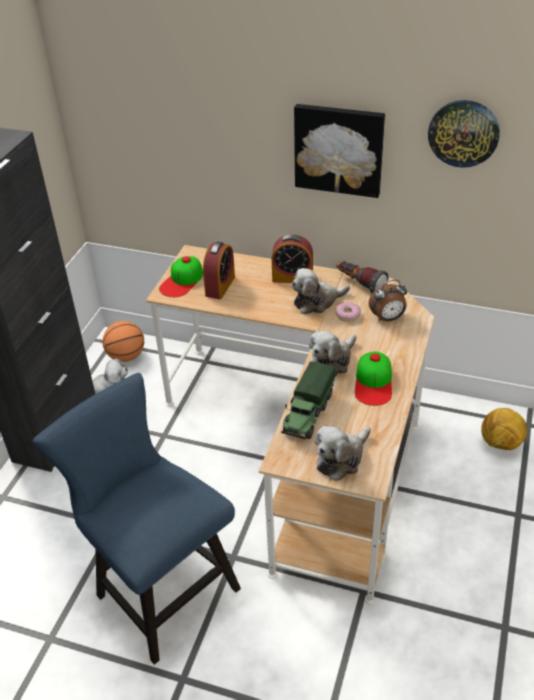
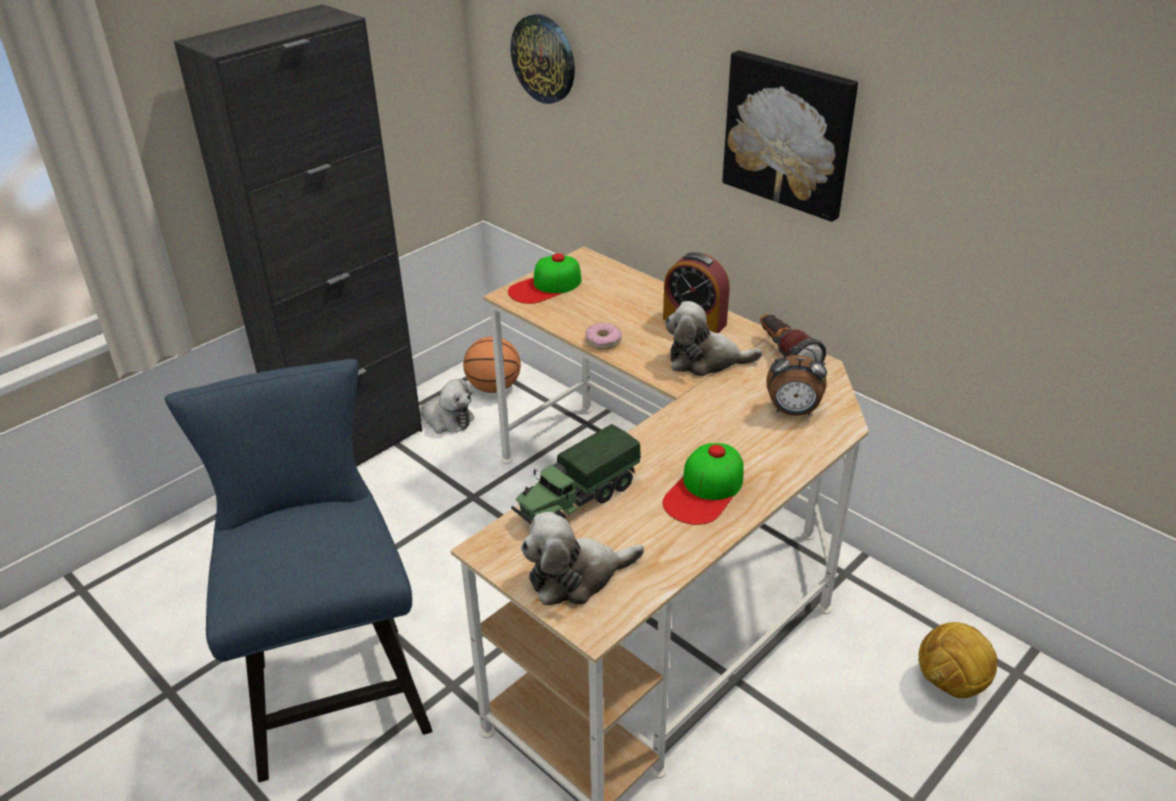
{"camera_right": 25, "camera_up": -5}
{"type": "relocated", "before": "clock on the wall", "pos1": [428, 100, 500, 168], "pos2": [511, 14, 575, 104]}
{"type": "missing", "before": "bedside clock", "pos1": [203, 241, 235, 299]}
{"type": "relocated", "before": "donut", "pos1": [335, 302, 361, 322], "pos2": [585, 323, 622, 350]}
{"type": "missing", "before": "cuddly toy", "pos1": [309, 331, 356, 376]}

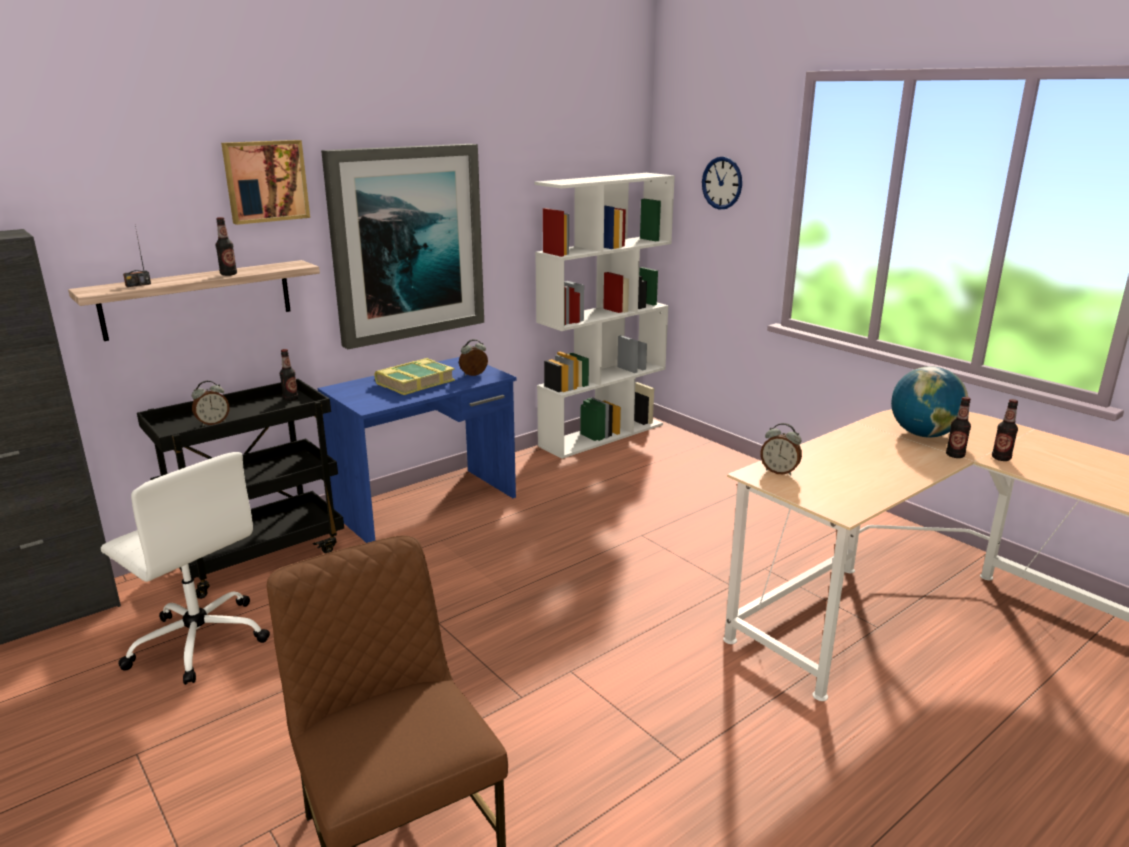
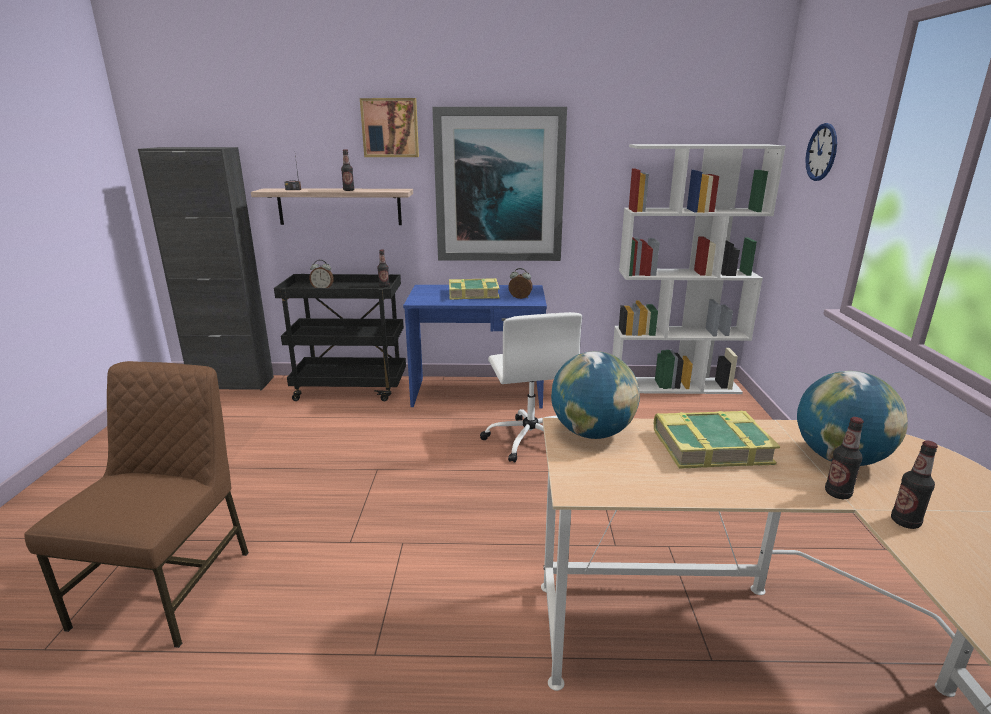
{"camera_right": 40, "camera_up": 0}
{"type": "exchanged", "before": "bedside clock", "after": "world globe", "pos1": [760, 423, 802, 476], "pos2": [551, 351, 640, 439]}
{"type": "relocated", "before": "office chair/whitish", "pos1": [101, 452, 270, 685], "pos2": [480, 312, 582, 463]}
{"type": "appeared", "after": "bound book", "pos2": [654, 411, 780, 469]}

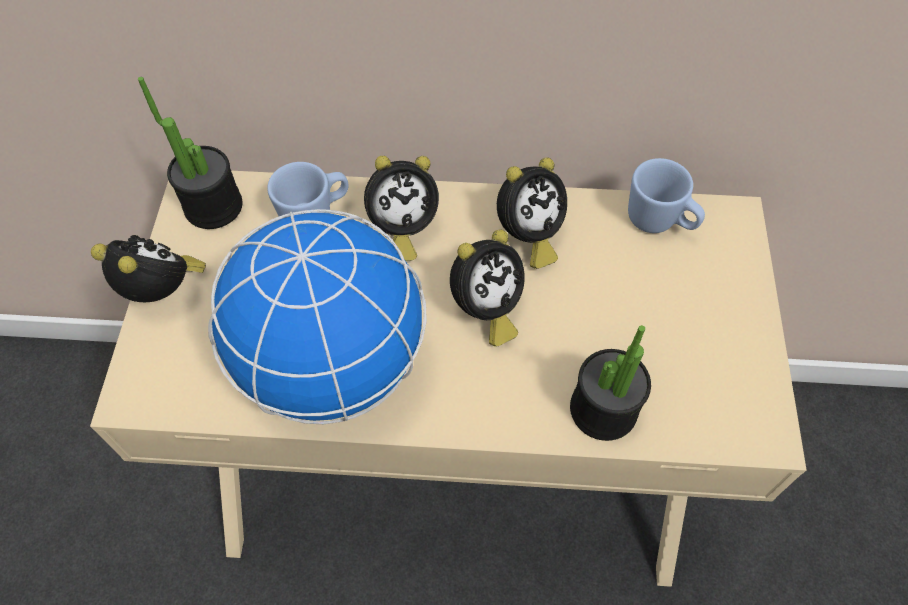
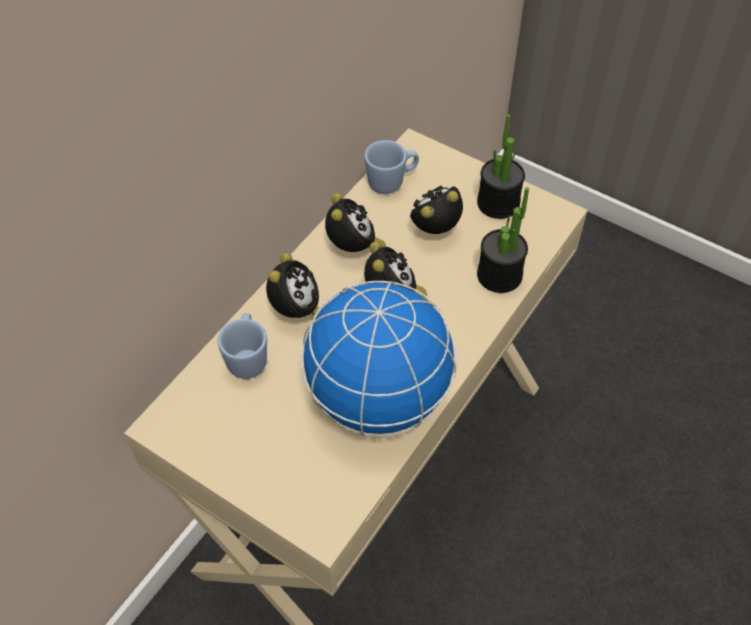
{"camera_right": -60, "camera_up": -5}
{"type": "relocated", "before": "houseplant", "pos1": [138, 77, 243, 229], "pos2": [477, 114, 525, 219]}
{"type": "relocated", "before": "bedside clock", "pos1": [91, 235, 206, 302], "pos2": [410, 186, 463, 234]}

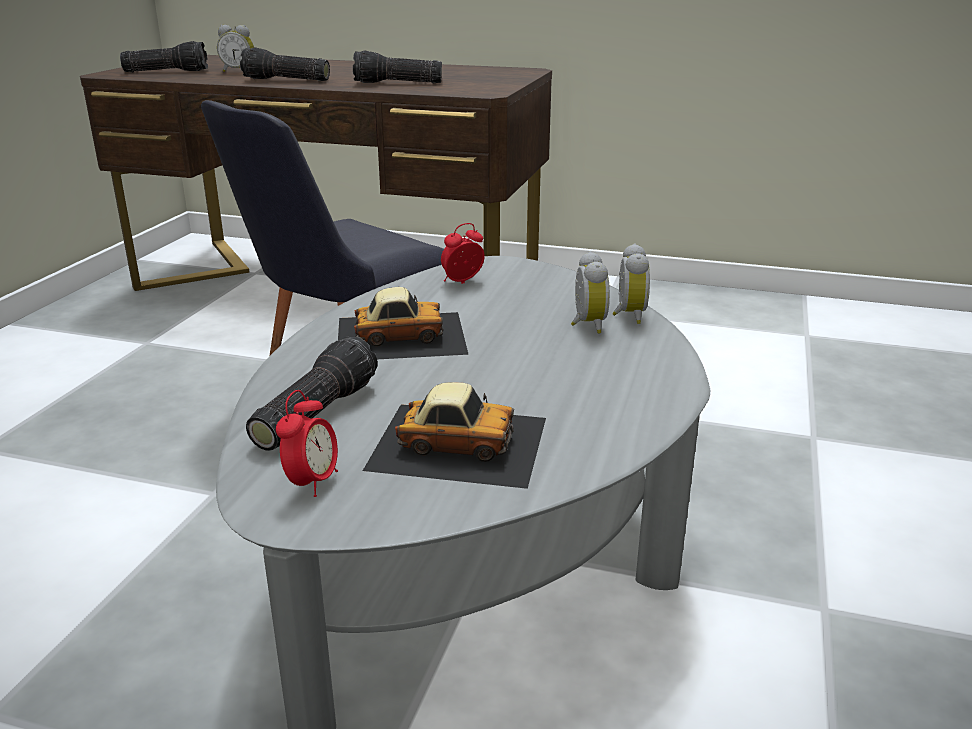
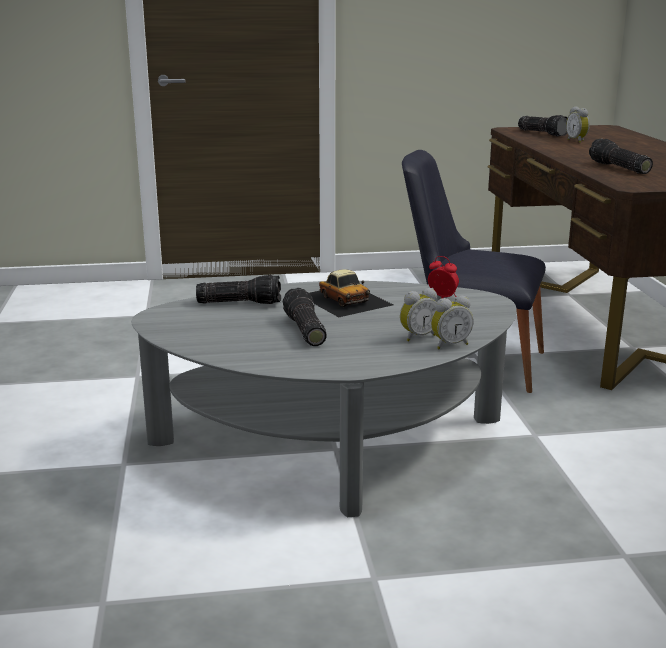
{"camera_right": 65, "camera_up": -5}
{"type": "relocated", "before": "flashlight", "pos1": [240, 47, 330, 81], "pos2": [283, 288, 327, 346]}
{"type": "missing", "before": "miniature car", "pos1": [363, 382, 546, 489]}
{"type": "missing", "before": "bedside clock", "pos1": [276, 390, 338, 497]}

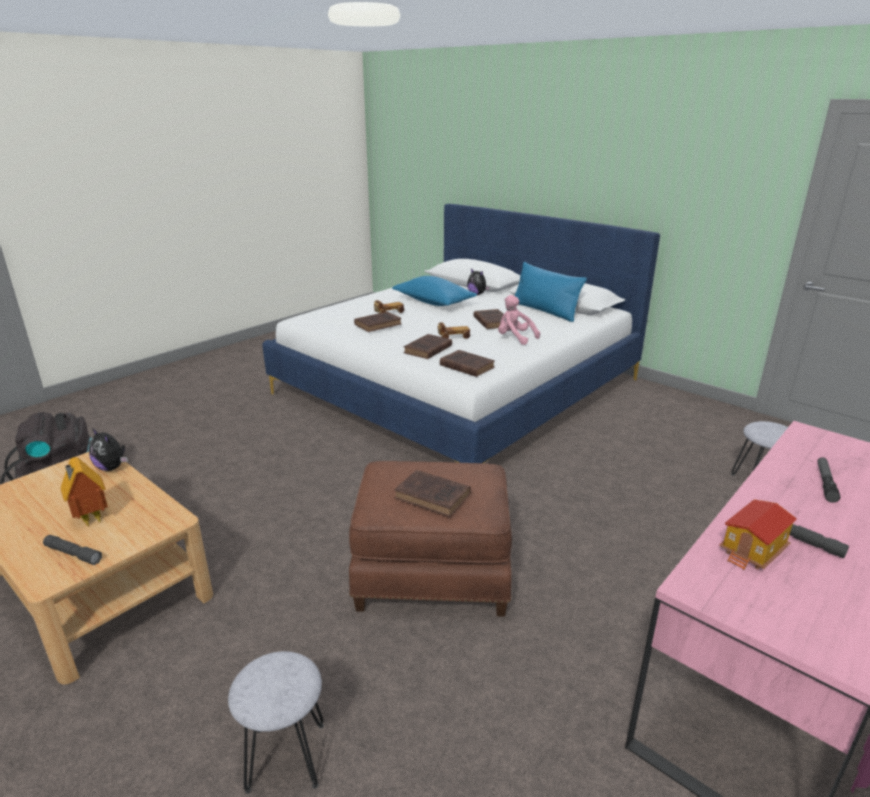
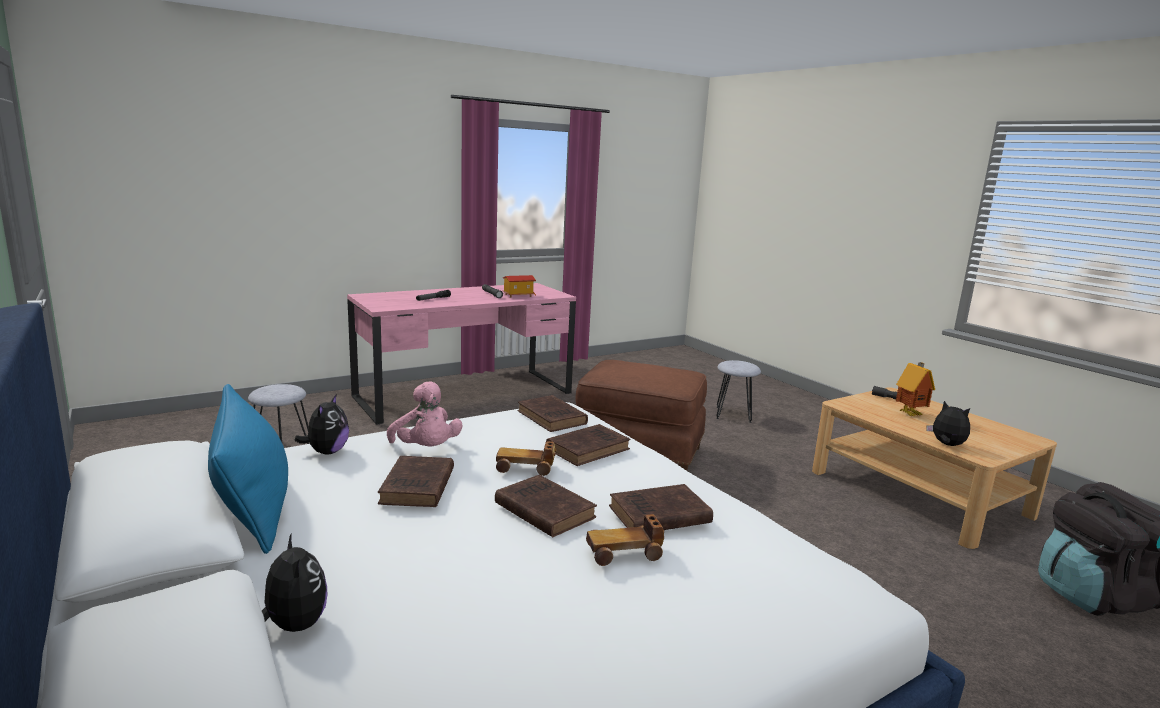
{"camera_right": -165, "camera_up": -10}
{"type": "missing", "before": "cushion/blue", "pos1": [392, 276, 477, 306]}
{"type": "relocated", "before": "bound book/brownish", "pos1": [394, 470, 471, 517], "pos2": [495, 475, 597, 537]}
{"type": "appeared", "after": "cuddly toy", "pos2": [294, 394, 349, 455]}

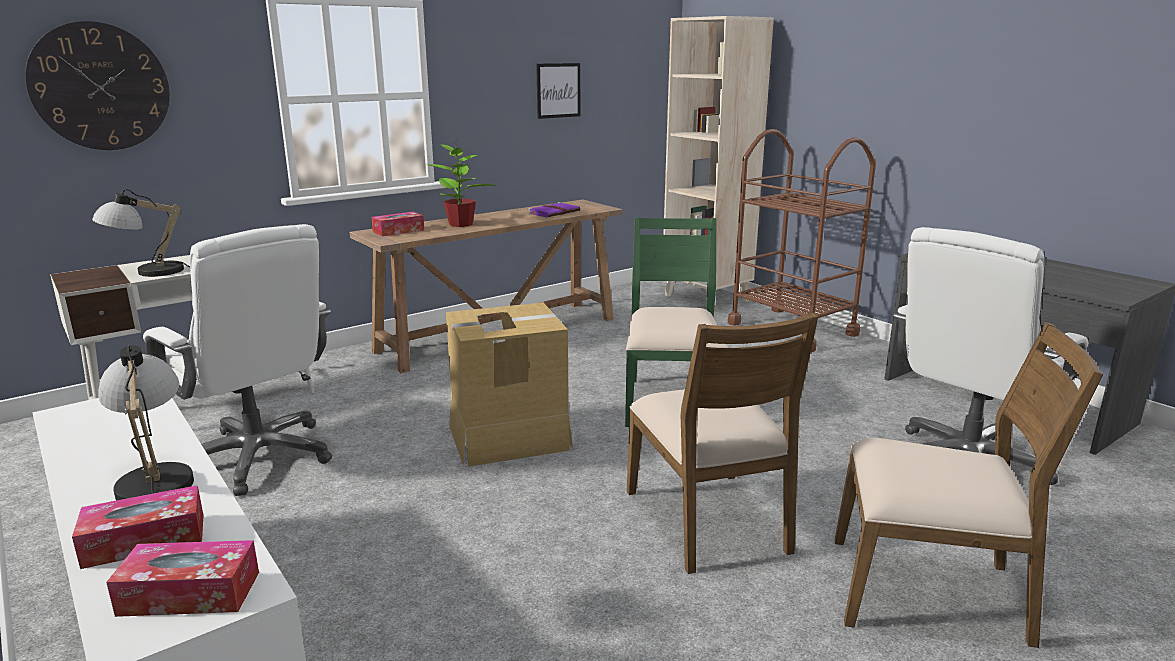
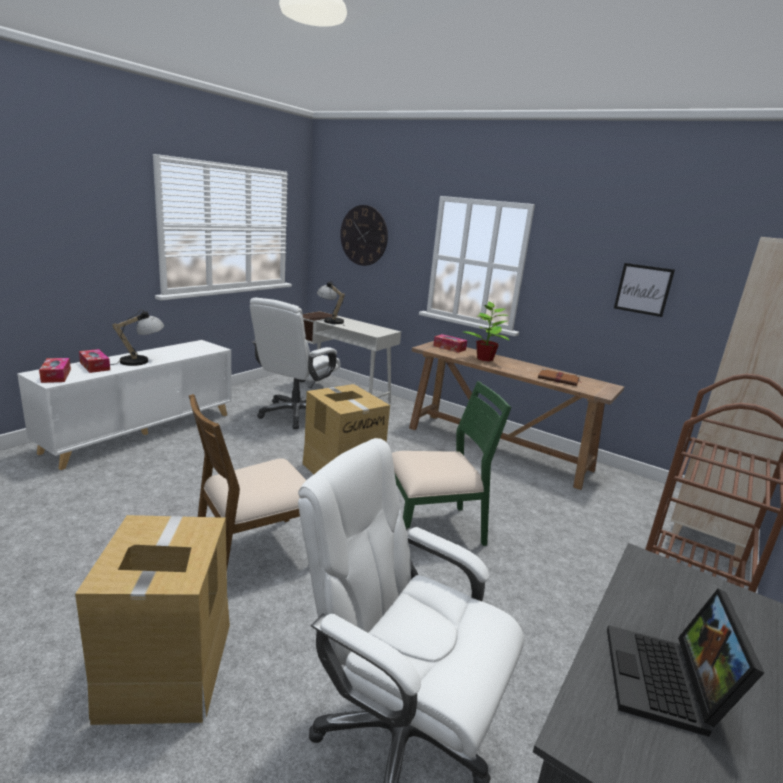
{"camera_right": 70, "camera_up": 0}
{"type": "colour", "before": "bound book/purple-coloured", "after": "bound book/brownish", "pos1": [528, 202, 580, 218], "pos2": [538, 369, 582, 386]}
{"type": "exchanged", "before": "plain chair/brownish", "after": "cardboard box", "pos1": [835, 322, 1103, 648], "pos2": [75, 515, 230, 725]}
{"type": "appeared", "after": "laptop", "pos2": [607, 589, 764, 737]}

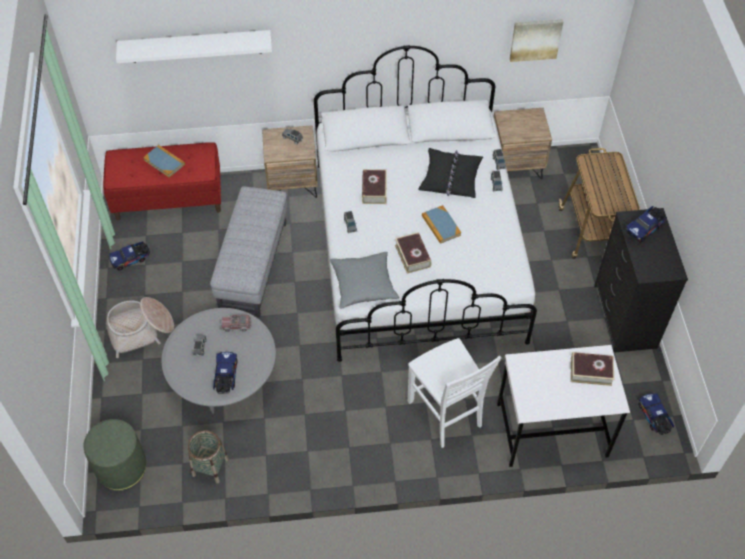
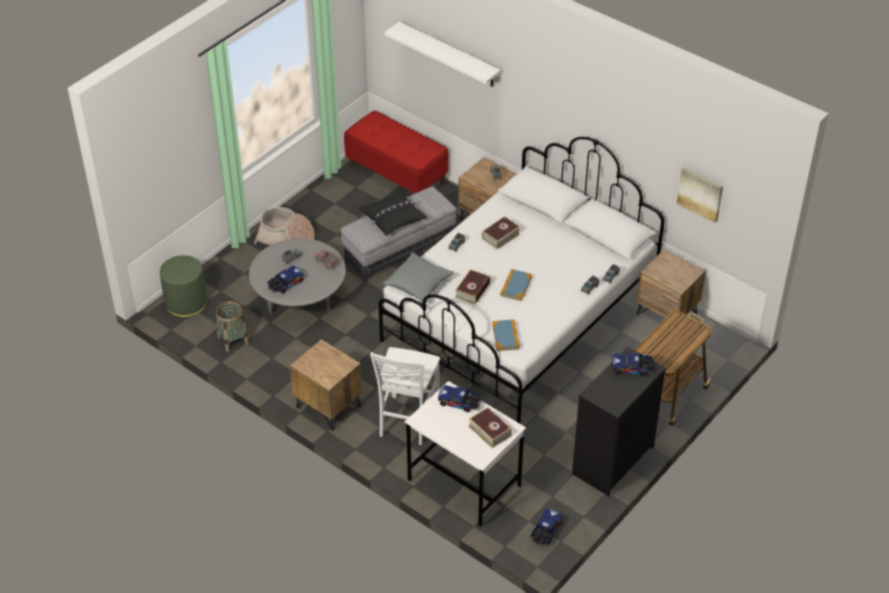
{"camera_right": 45, "camera_up": -10}
{"type": "relocated", "before": "bound book", "pos1": [143, 145, 185, 178], "pos2": [492, 319, 520, 351]}
{"type": "relocated", "before": "cushion/black-coloured", "pos1": [419, 148, 483, 198], "pos2": [359, 190, 427, 236]}
{"type": "relocated", "before": "toy truck", "pos1": [109, 241, 150, 271], "pos2": [438, 385, 481, 412]}
{"type": "appeared", "after": "nightstand/brownish", "pos2": [290, 339, 362, 431]}

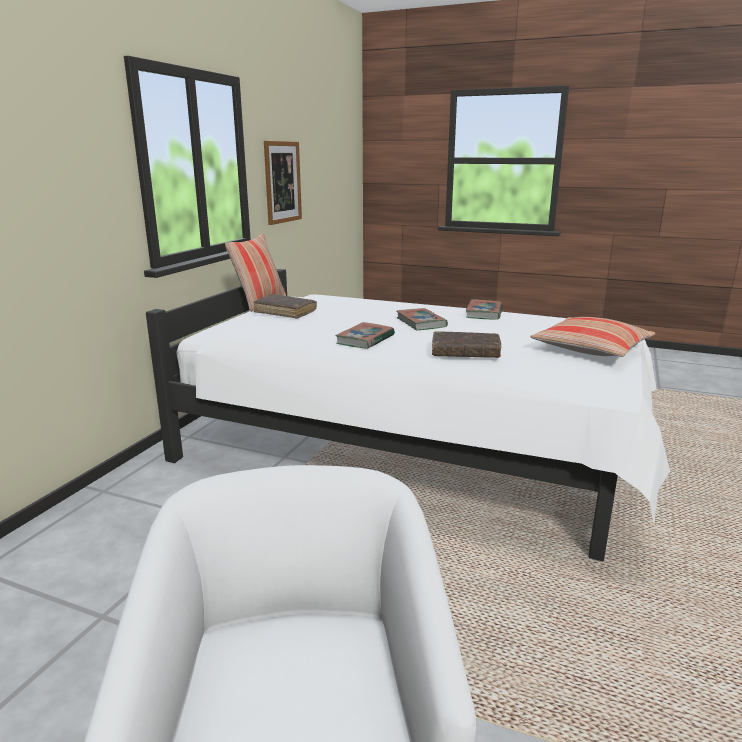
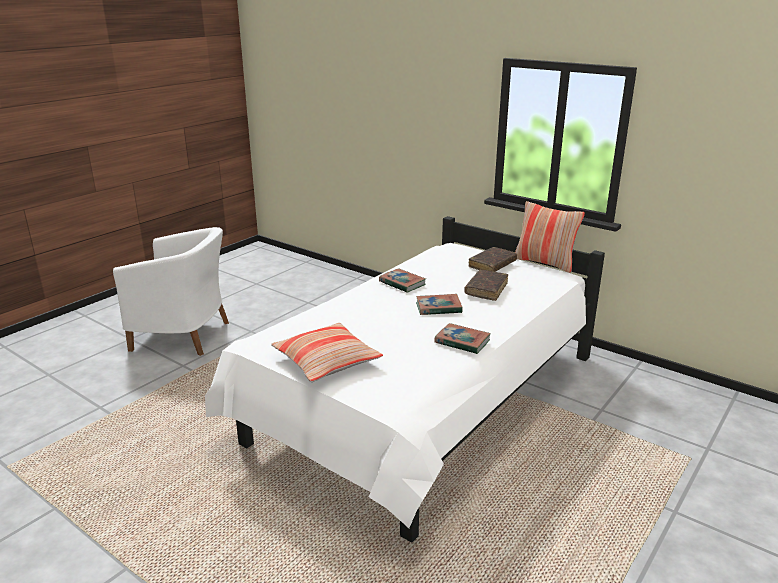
{"camera_right": 105, "camera_up": 5}
{"type": "missing", "before": "wall art", "pos1": [264, 141, 302, 225]}
{"type": "relocated", "before": "bound book/brownish", "pos1": [432, 331, 501, 358], "pos2": [465, 270, 508, 301]}

